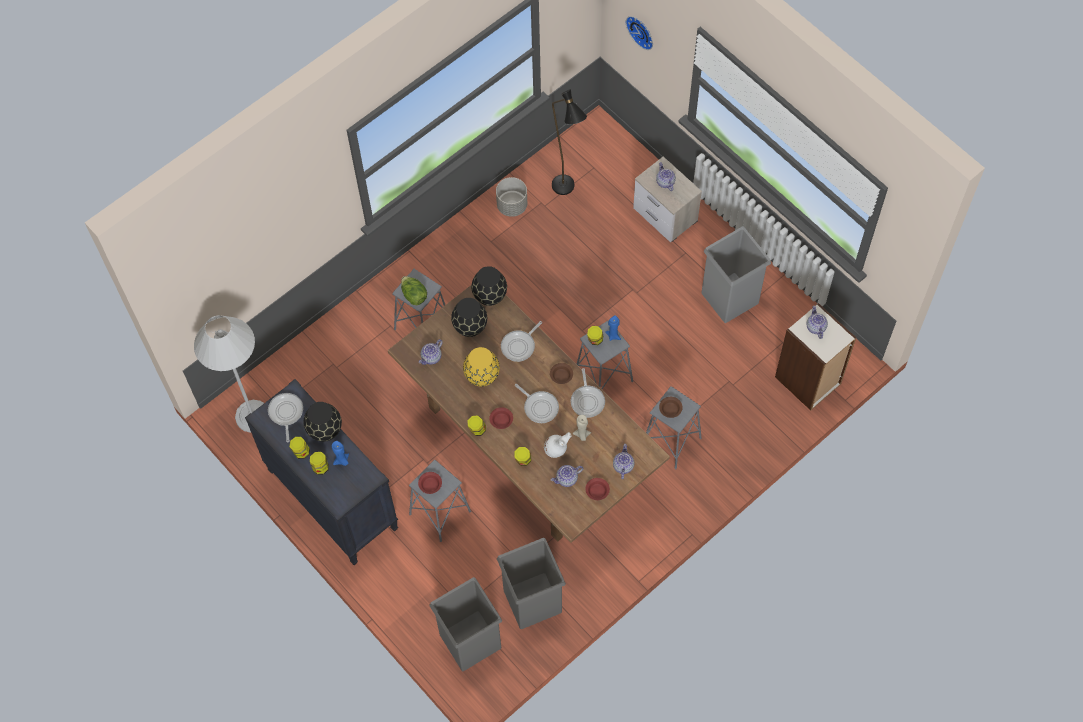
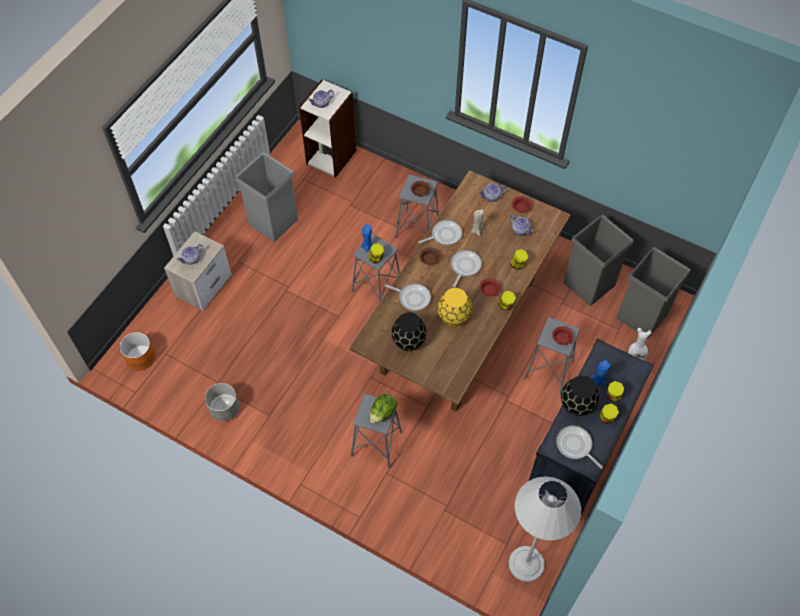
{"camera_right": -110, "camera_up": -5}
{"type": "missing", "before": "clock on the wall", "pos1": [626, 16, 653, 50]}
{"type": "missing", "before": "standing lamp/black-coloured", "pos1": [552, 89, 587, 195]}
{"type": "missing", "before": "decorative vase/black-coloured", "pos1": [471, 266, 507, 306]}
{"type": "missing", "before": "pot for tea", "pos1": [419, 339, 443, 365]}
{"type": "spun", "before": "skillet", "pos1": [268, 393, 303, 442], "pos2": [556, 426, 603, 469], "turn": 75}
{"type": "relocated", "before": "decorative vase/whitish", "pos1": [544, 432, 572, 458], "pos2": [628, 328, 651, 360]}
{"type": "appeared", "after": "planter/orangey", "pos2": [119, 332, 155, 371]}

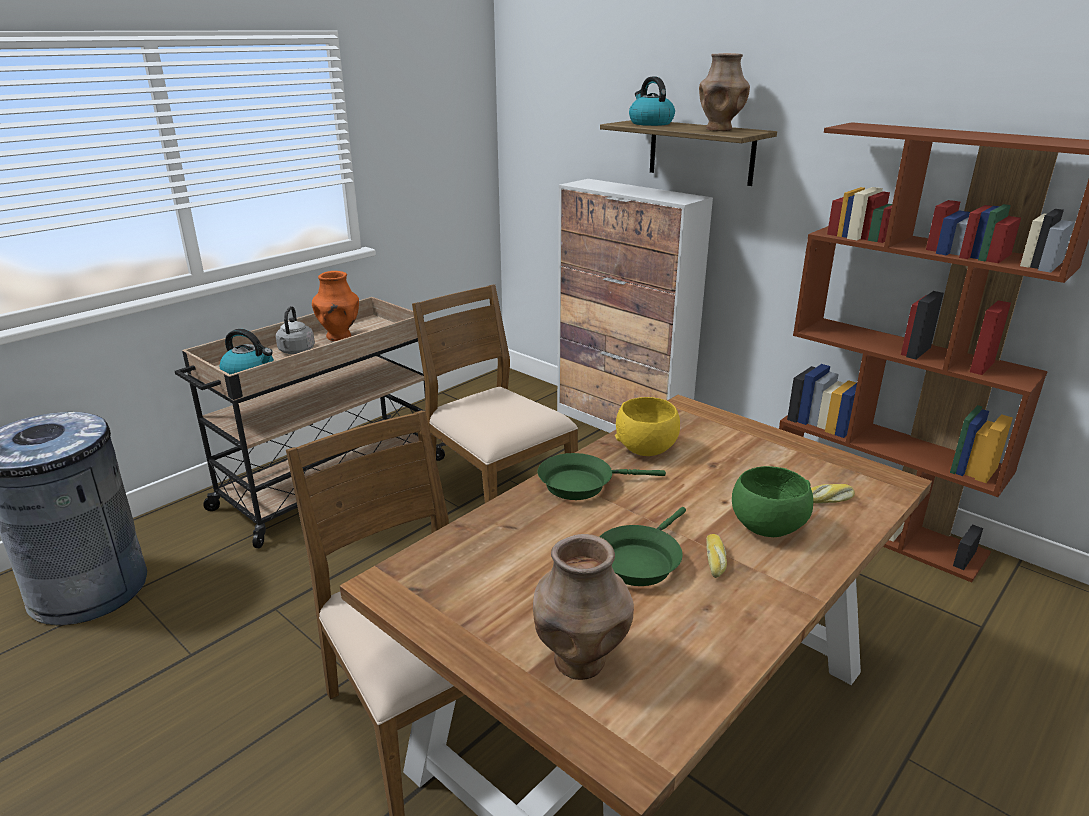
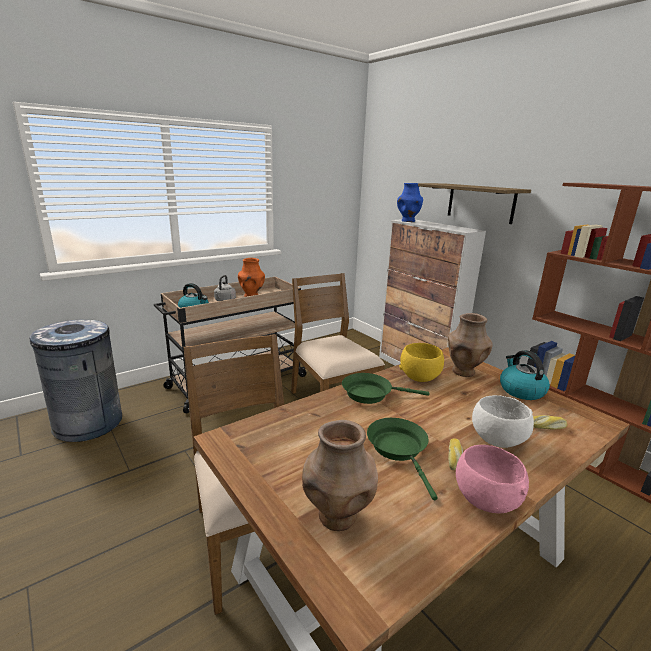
{"camera_right": 10, "camera_up": -5}
{"type": "relocated", "before": "decorative vase/brownish", "pos1": [699, 53, 750, 131], "pos2": [448, 313, 493, 377]}
{"type": "relocated", "before": "kettle", "pos1": [629, 77, 675, 126], "pos2": [500, 350, 550, 400]}
{"type": "colour", "before": "bowl/green", "after": "bowl/whitish", "pos1": [732, 466, 813, 537], "pos2": [472, 395, 534, 448]}
{"type": "spun", "before": "skillet/green", "pos1": [600, 507, 686, 586], "pos2": [367, 418, 438, 501], "turn": 120}
{"type": "appeared", "after": "decorative vase/blue", "pos2": [397, 183, 423, 222]}
{"type": "appeared", "after": "bowl/pink-coloured", "pos2": [456, 445, 529, 513]}

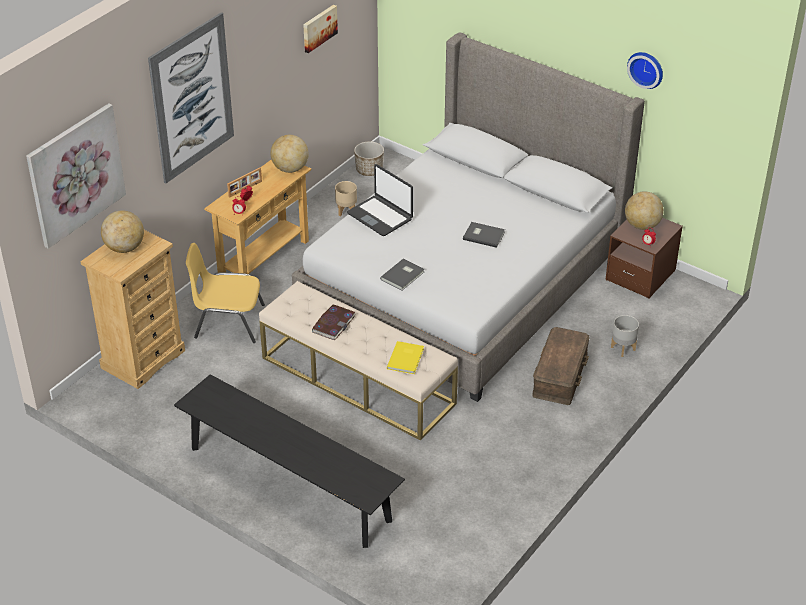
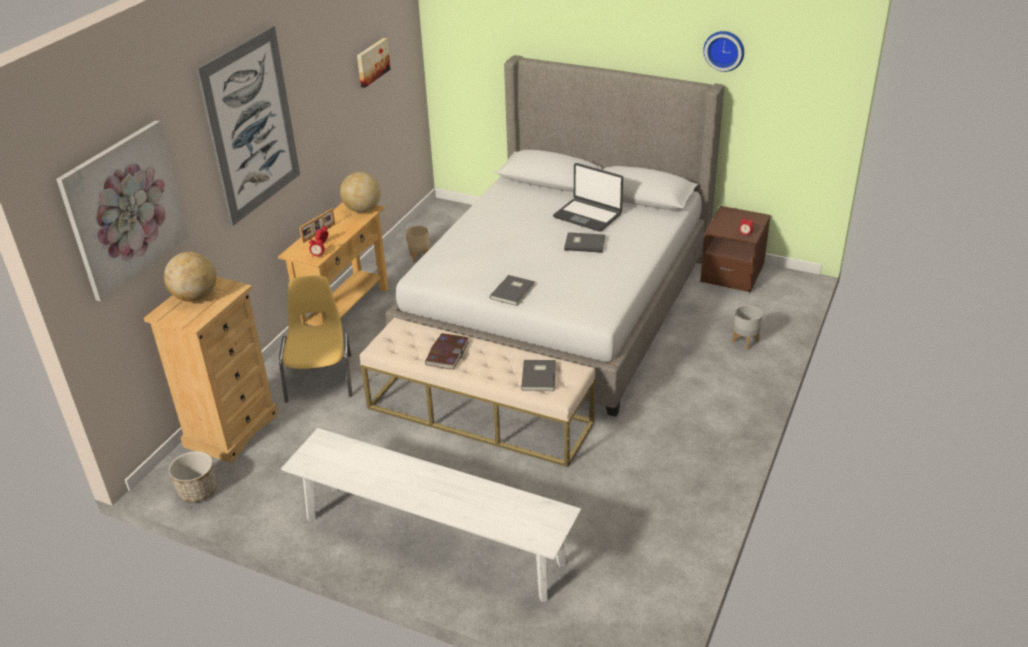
{"camera_right": -10, "camera_up": -5}
{"type": "relocated", "before": "planter", "pos1": [354, 141, 384, 176], "pos2": [169, 451, 217, 503]}
{"type": "relocated", "before": "laptop", "pos1": [347, 164, 413, 236], "pos2": [553, 163, 623, 231]}
{"type": "missing", "before": "world globe", "pos1": [625, 191, 664, 230]}
{"type": "spun", "before": "plain chair/yellow-coloured", "pos1": [186, 243, 265, 343], "pos2": [279, 276, 352, 402], "turn": 90}
{"type": "missing", "before": "storage container/brownish", "pos1": [533, 327, 590, 405]}
{"type": "colour", "before": "bound book/yellow-coloured", "after": "bound book/grey", "pos1": [387, 341, 424, 374], "pos2": [521, 360, 556, 391]}
{"type": "colour", "before": "indoor bench/black-coloured", "after": "indoor bench/whitish", "pos1": [174, 374, 405, 548], "pos2": [281, 428, 581, 602]}

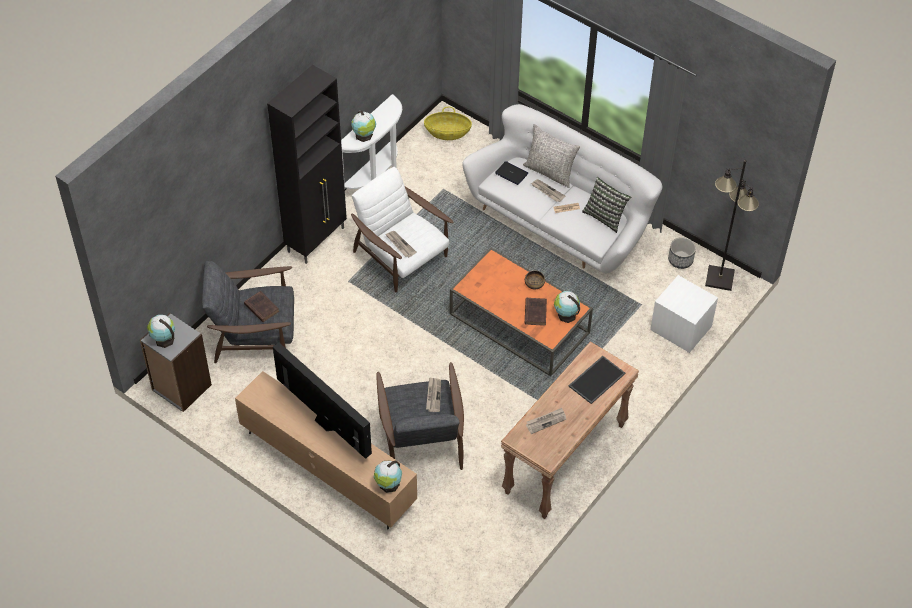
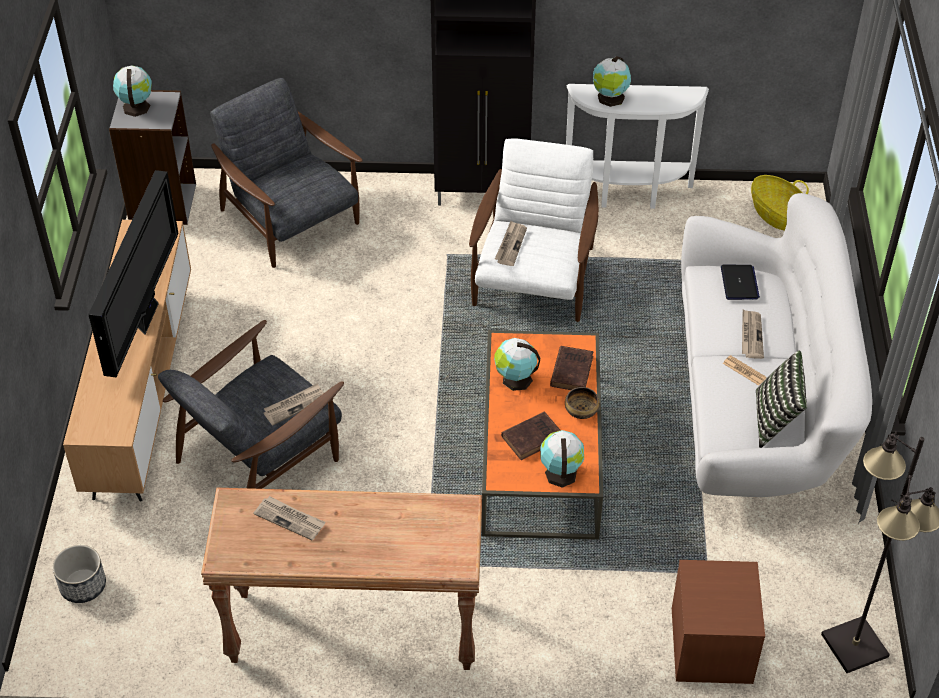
{"camera_right": 55, "camera_up": -5}
{"type": "missing", "before": "cushion/grey", "pos1": [523, 124, 580, 188]}
{"type": "relocated", "before": "planter", "pos1": [668, 237, 696, 269], "pos2": [53, 545, 106, 603]}
{"type": "colour", "before": "nightstand/whitish", "after": "nightstand/brownish", "pos1": [650, 275, 718, 353], "pos2": [672, 560, 765, 684]}
{"type": "relocated", "before": "bound book/brownish", "pos1": [244, 291, 279, 322], "pos2": [550, 346, 593, 390]}
{"type": "missing", "before": "carrying tray", "pos1": [569, 356, 625, 404]}
{"type": "relocated", "before": "world globe", "pos1": [374, 460, 402, 493], "pos2": [494, 338, 540, 391]}

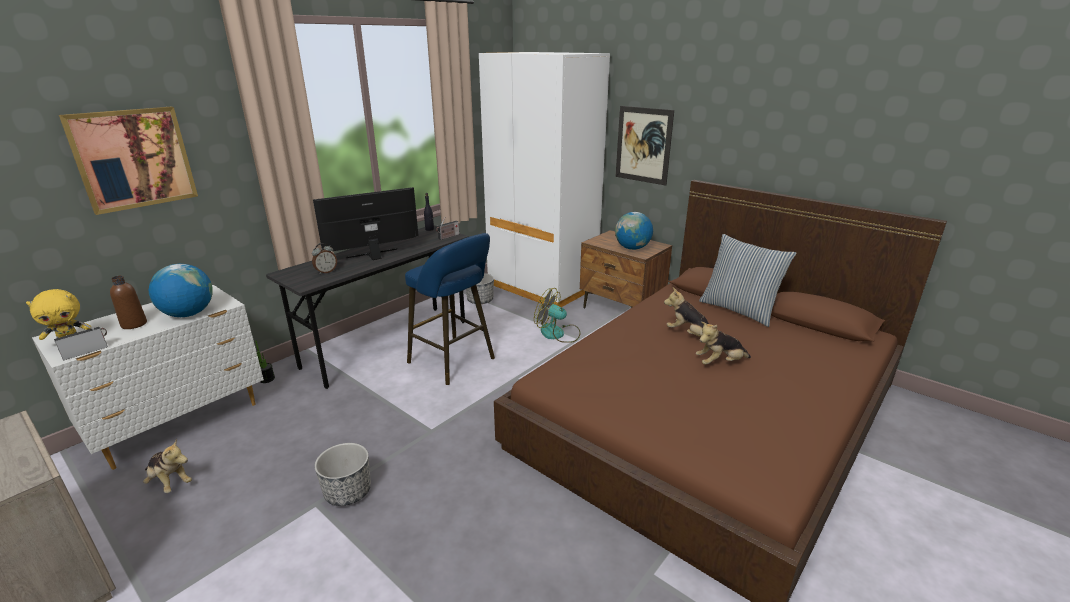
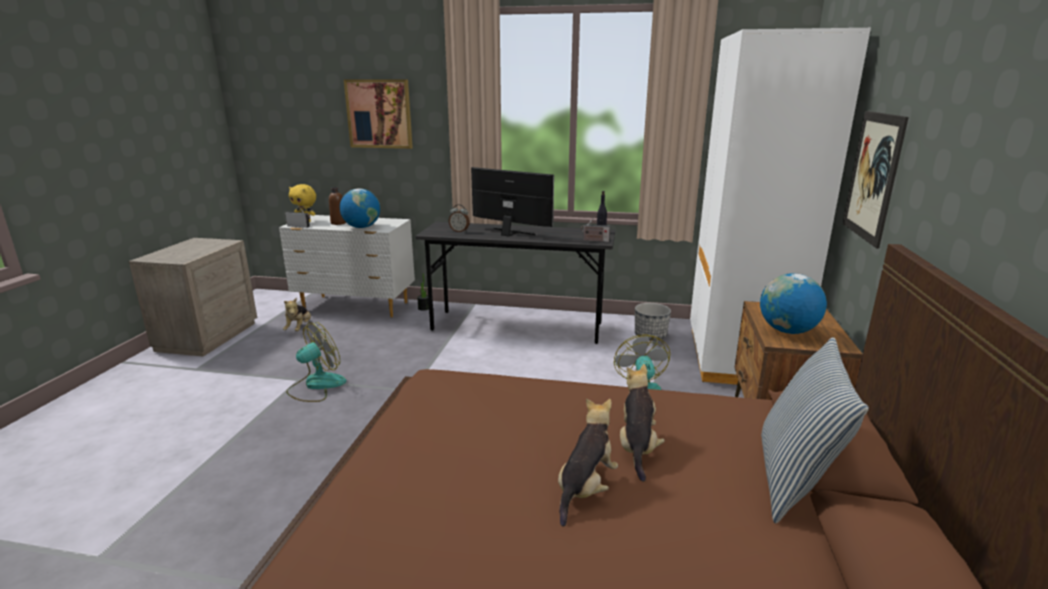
{"camera_right": 60, "camera_up": -5}
{"type": "missing", "before": "stool/blue", "pos1": [405, 233, 495, 385]}
{"type": "spun", "before": "cuddly toy", "pos1": [696, 322, 751, 365], "pos2": [558, 399, 618, 527], "turn": 75}
{"type": "exchanged", "before": "planter", "after": "electric fan", "pos1": [314, 443, 371, 506], "pos2": [286, 322, 346, 402]}

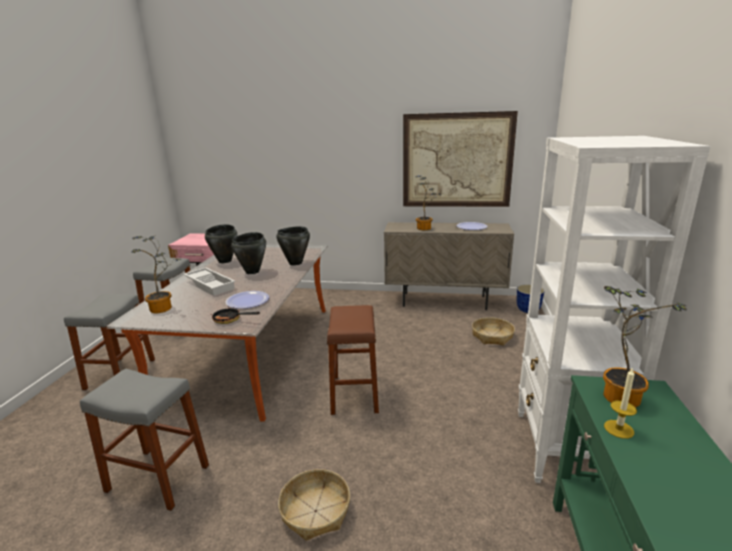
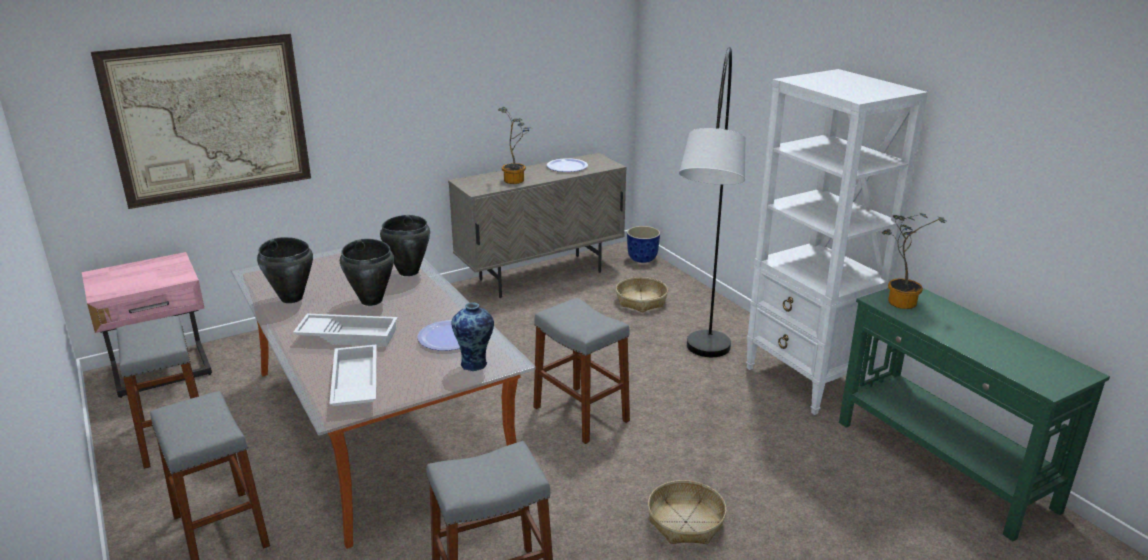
{"camera_right": -40, "camera_up": 5}
{"type": "relocated", "before": "wall art", "pos1": [403, 111, 518, 207], "pos2": [91, 33, 311, 209]}
{"type": "exchanged", "before": "houseplant", "after": "carrying tray/whitish", "pos1": [131, 235, 182, 313], "pos2": [330, 345, 377, 406]}
{"type": "colour", "before": "stool/brownish", "after": "stool/grey", "pos1": [327, 305, 379, 415], "pos2": [533, 298, 630, 444]}
{"type": "exchanged", "before": "skillet", "after": "decorative vase", "pos1": [211, 307, 260, 324], "pos2": [451, 302, 494, 372]}
{"type": "missing", "before": "candle", "pos1": [604, 367, 637, 439]}
{"type": "appeared", "after": "standing lamp/grey", "pos2": [679, 47, 746, 357]}

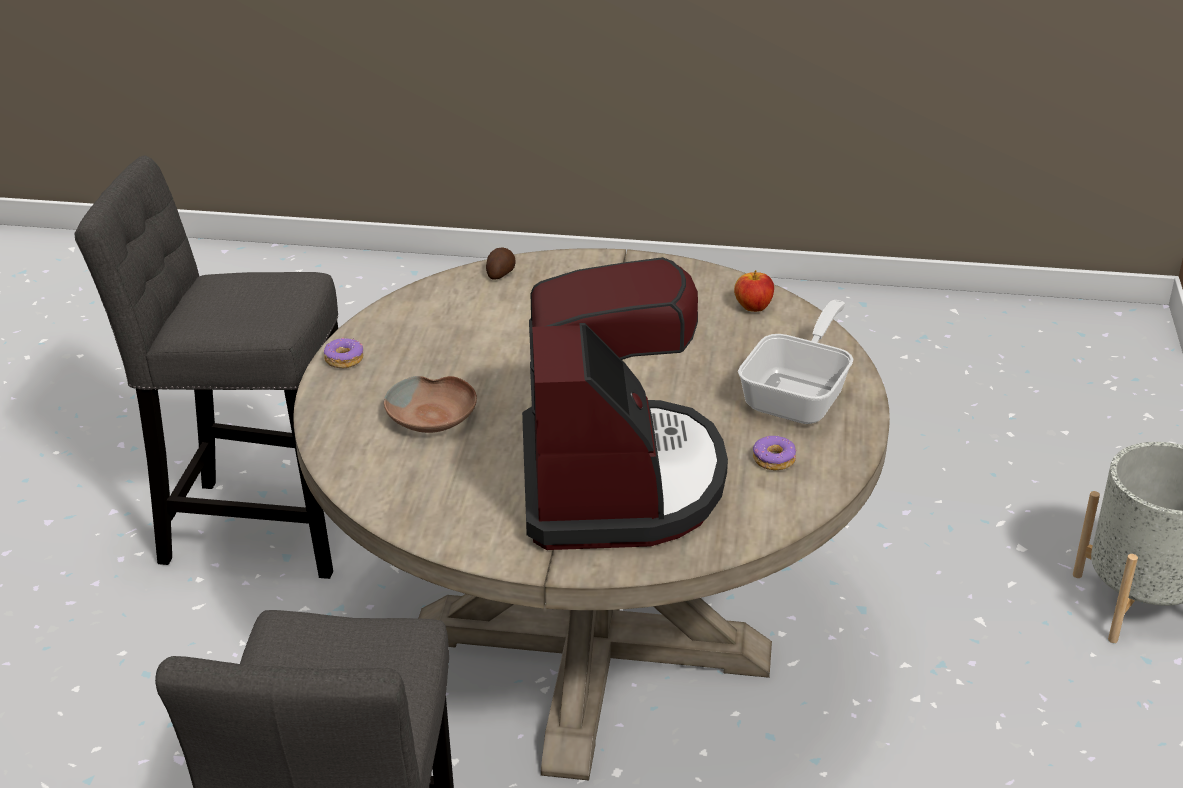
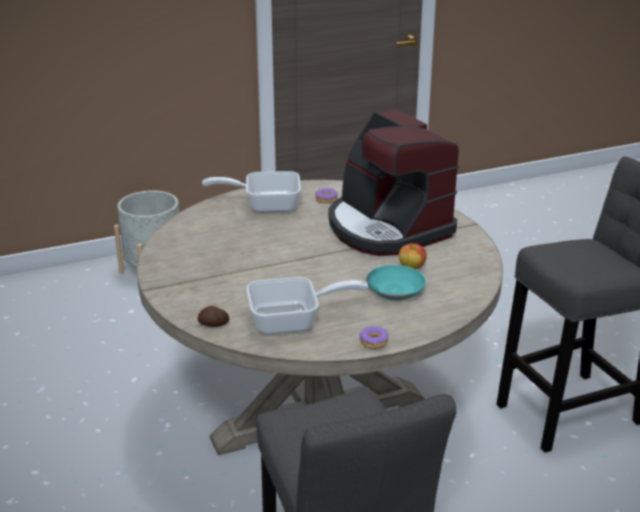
{"camera_right": -120, "camera_up": -5}
{"type": "spun", "before": "coffee machine", "pos1": [522, 257, 728, 550], "pos2": [329, 109, 459, 256], "turn": -90}
{"type": "relocated", "before": "apple fruit", "pos1": [734, 270, 774, 312], "pos2": [399, 243, 427, 269]}
{"type": "colour", "before": "bowl/brownish", "after": "bowl/turquoise-coloured", "pos1": [384, 376, 477, 433], "pos2": [366, 265, 426, 301]}
{"type": "appeared", "after": "skillet", "pos2": [246, 277, 368, 334]}

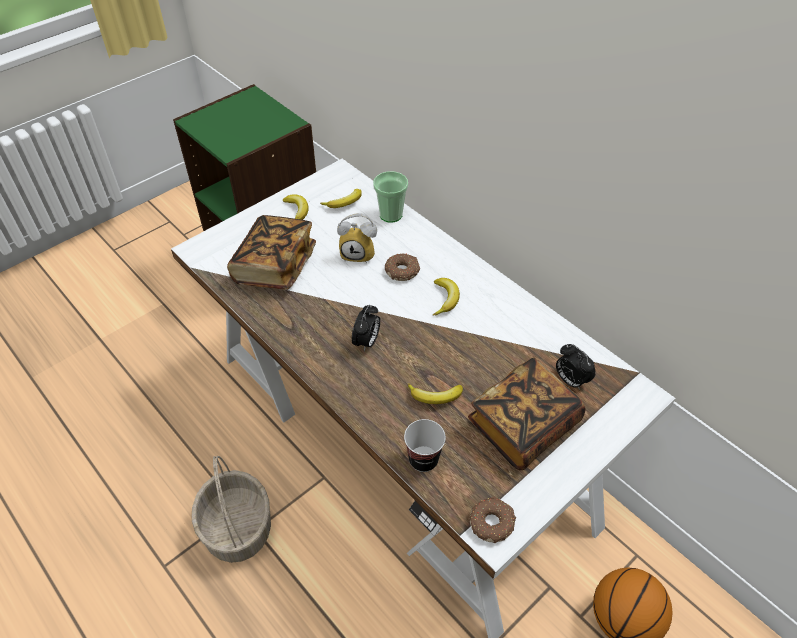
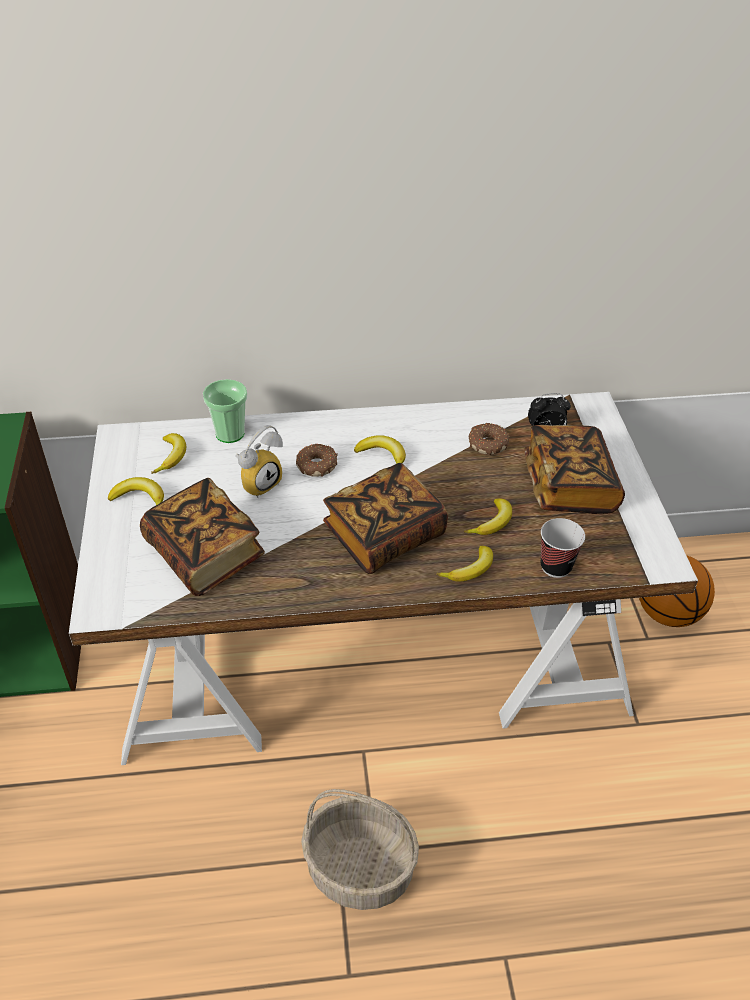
{"camera_right": -55, "camera_up": -5}
{"type": "exchanged", "before": "bedside clock", "after": "bound book", "pos1": [352, 305, 380, 351], "pos2": [323, 463, 448, 574]}
{"type": "relocated", "before": "donut", "pos1": [469, 496, 517, 543], "pos2": [469, 423, 509, 455]}
{"type": "appeared", "after": "banana", "pos2": [436, 546, 493, 582]}

